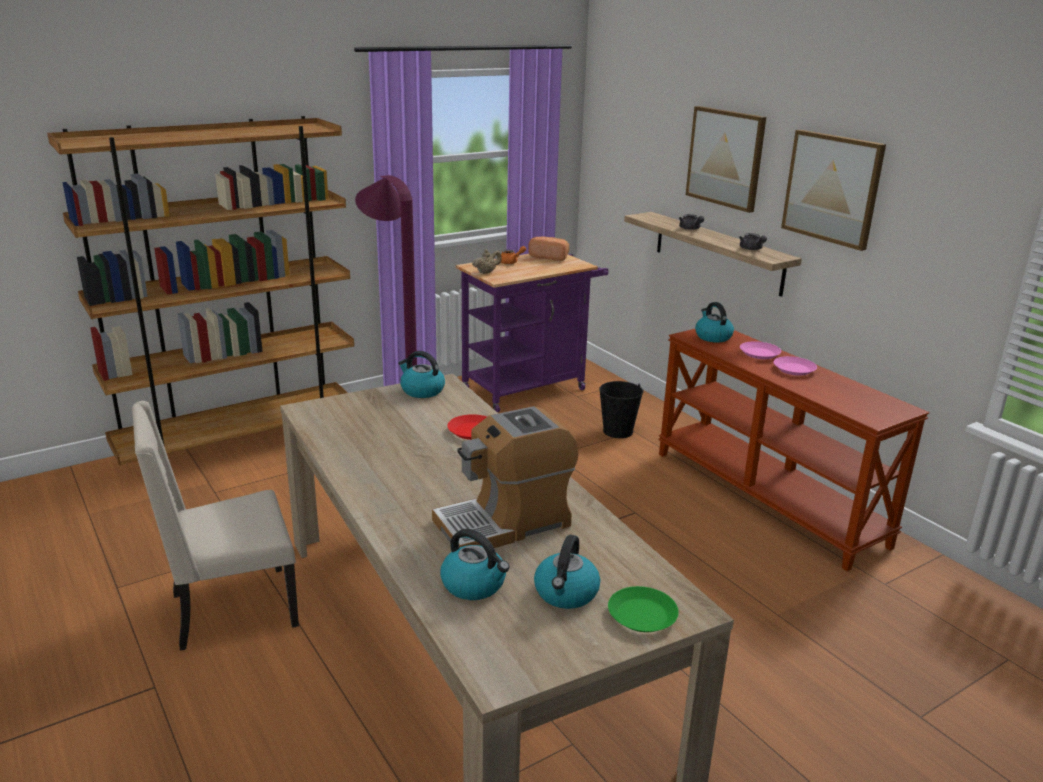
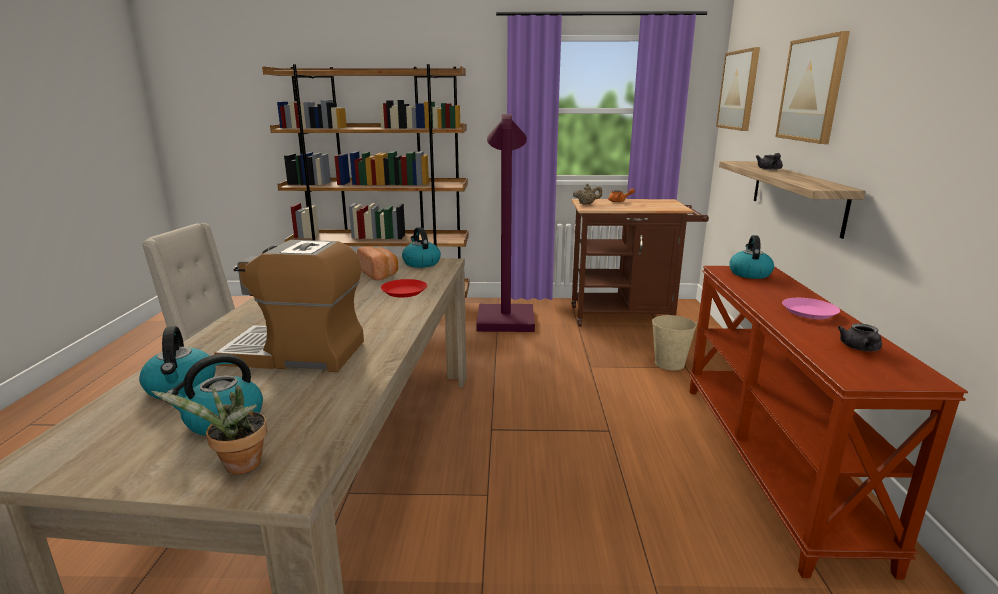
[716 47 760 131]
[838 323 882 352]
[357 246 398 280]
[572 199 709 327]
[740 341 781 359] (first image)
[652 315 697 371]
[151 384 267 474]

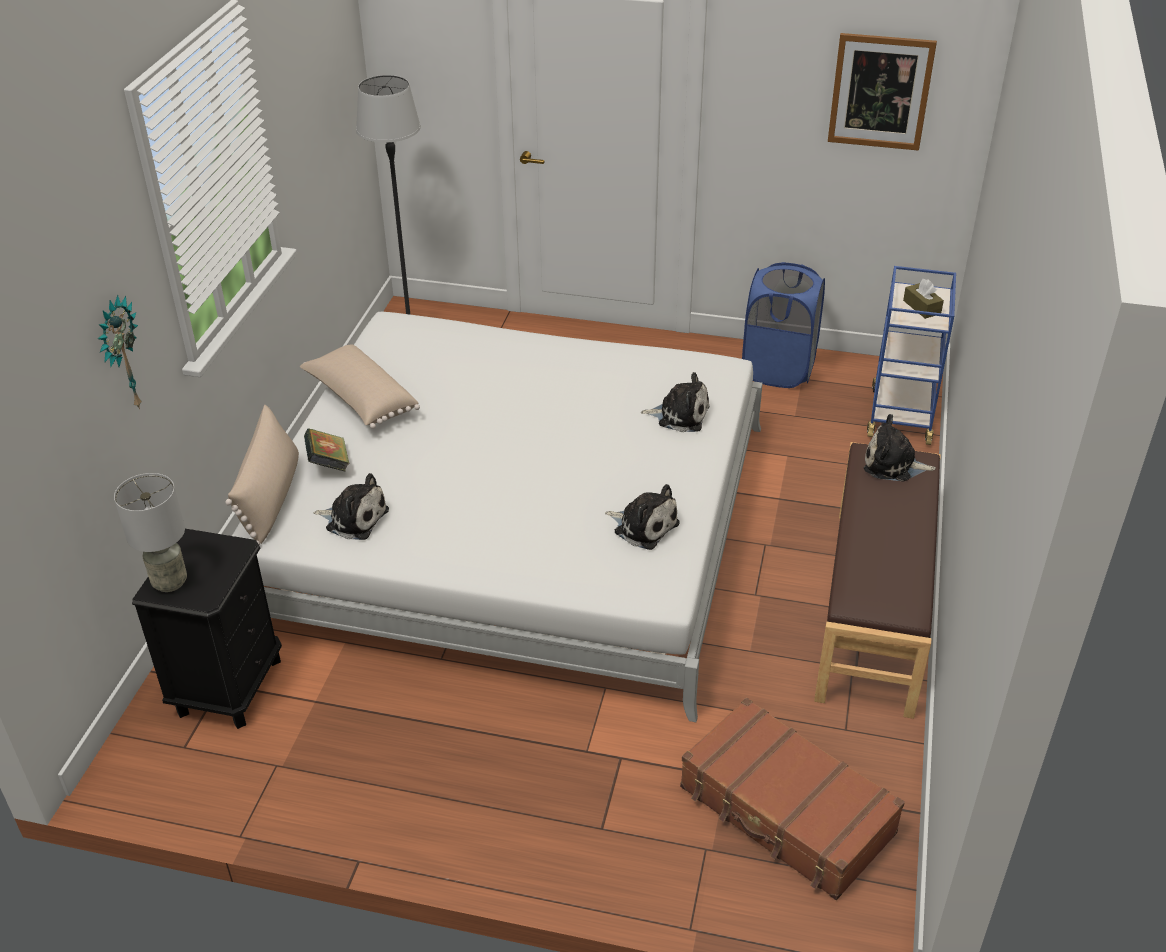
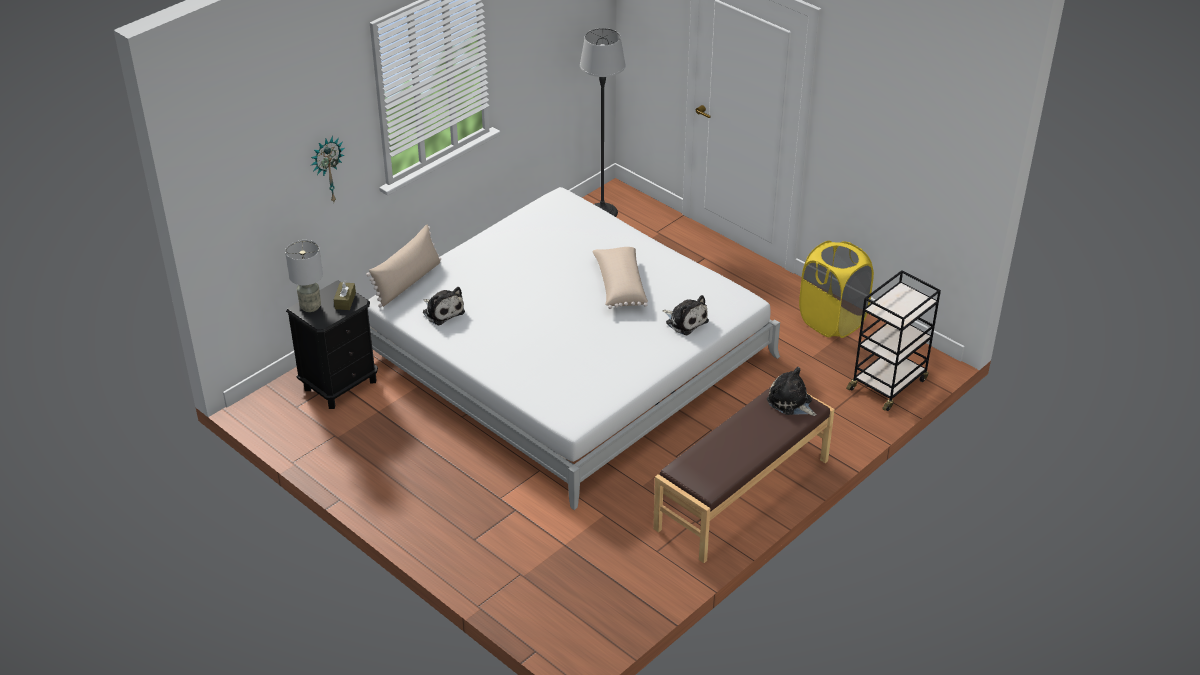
[828 33 937 151] (first image)
[799 241 874 338]
[846 270 941 411]
[334 280 356 310]
[592 247 648 309]
[304 428 350 472] (first image)
[605 484 680 550] (first image)
[680 698 905 900] (first image)

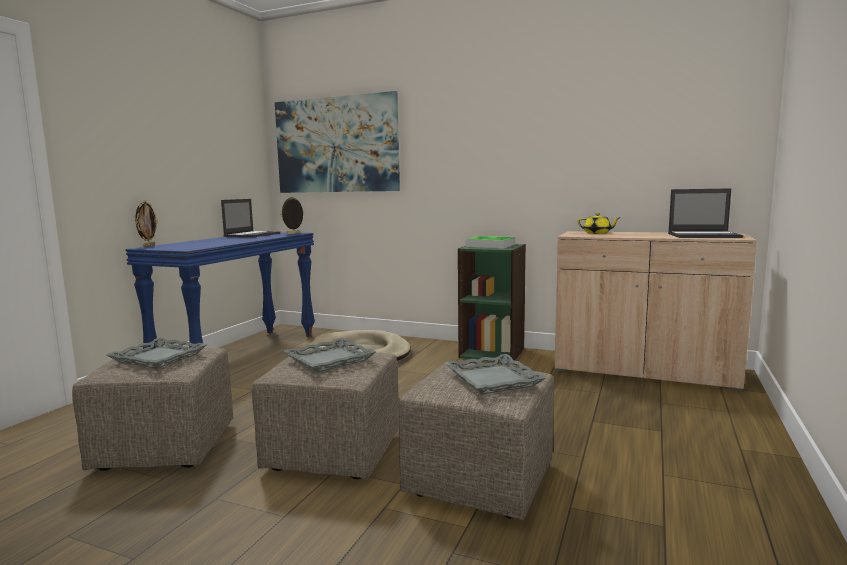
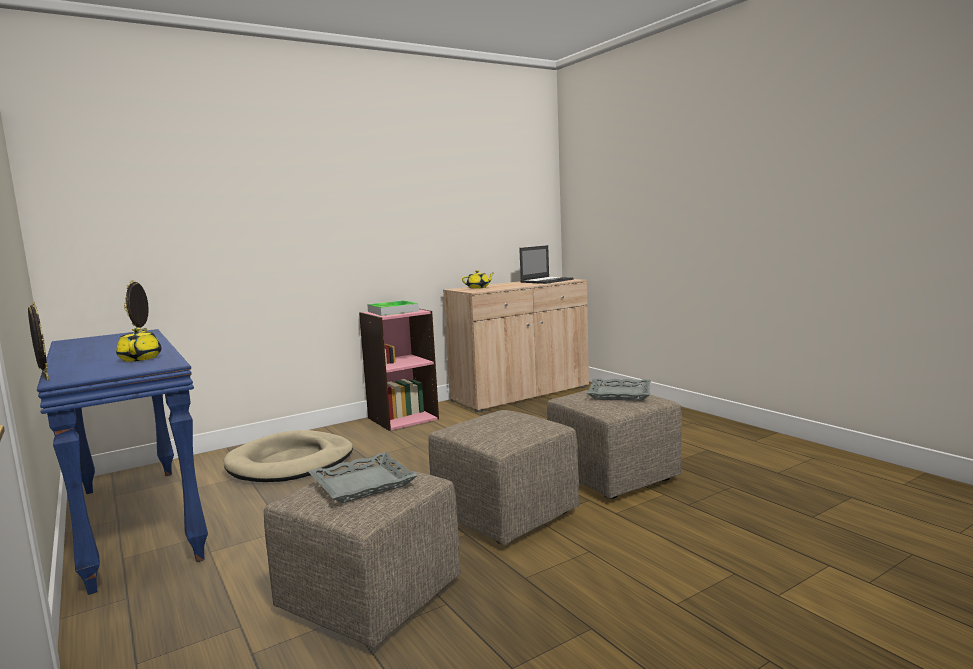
[275 91 400 193] (first image)
[221 199 280 237] (first image)
[359 309 439 431]
[283 338 376 373] (first image)
[116 328 162 361]

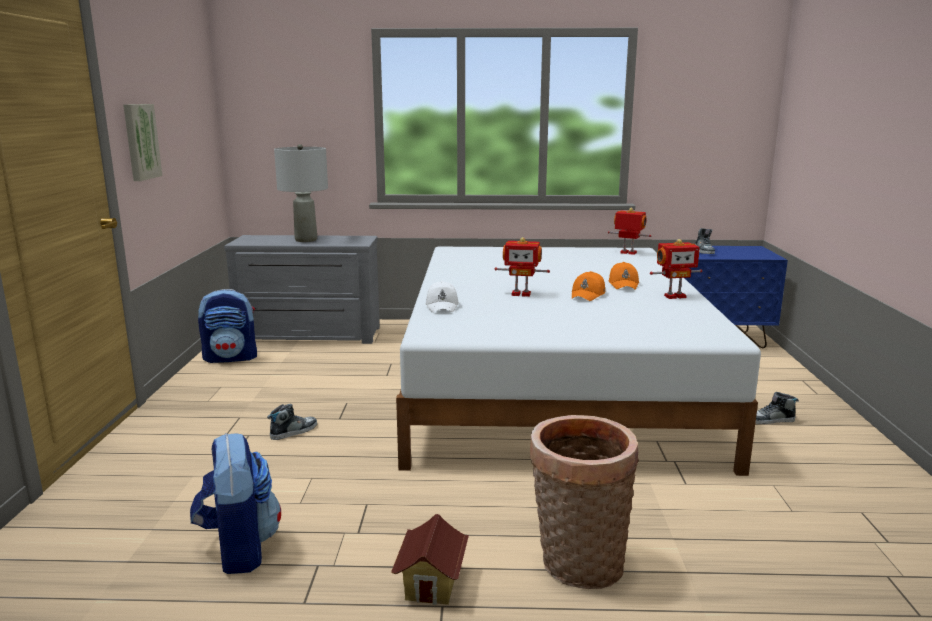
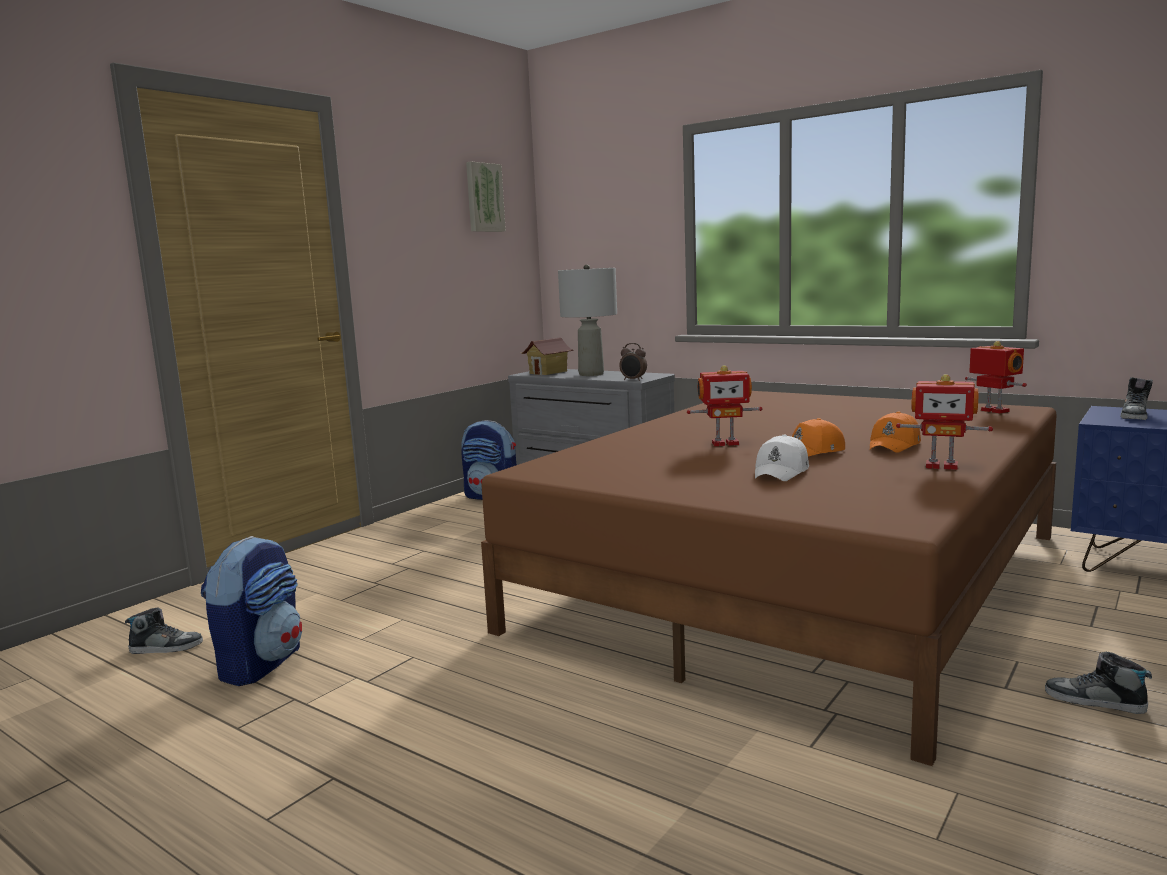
[466 162 506 232]
[687 365 763 446]
[481 391 1057 766]
[755 434 809 481]
[125 608 203 654]
[530 415 639 589] (first image)
[521 337 573 375]
[619 343 647 381]

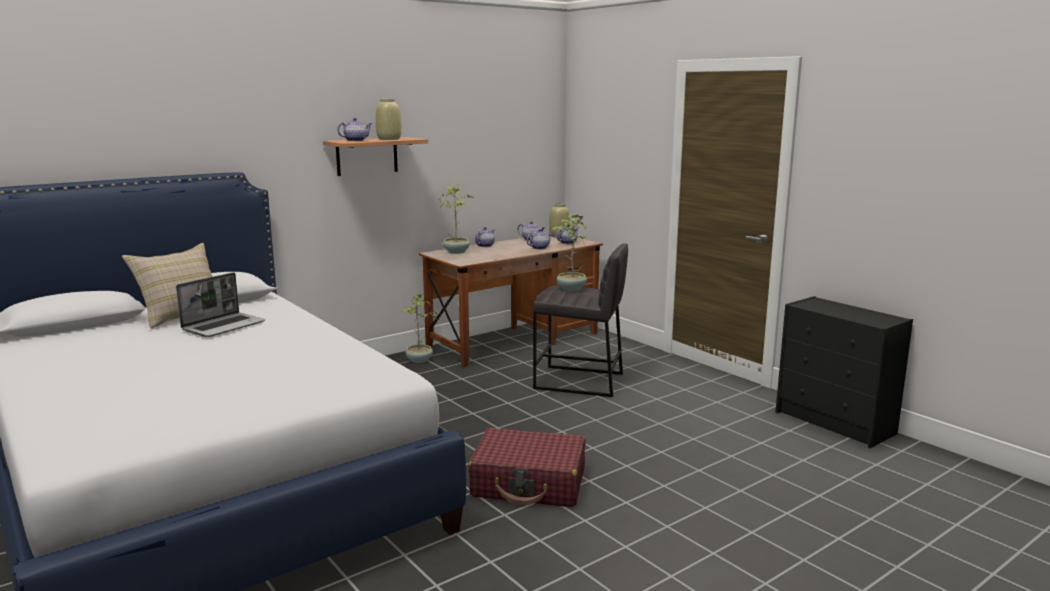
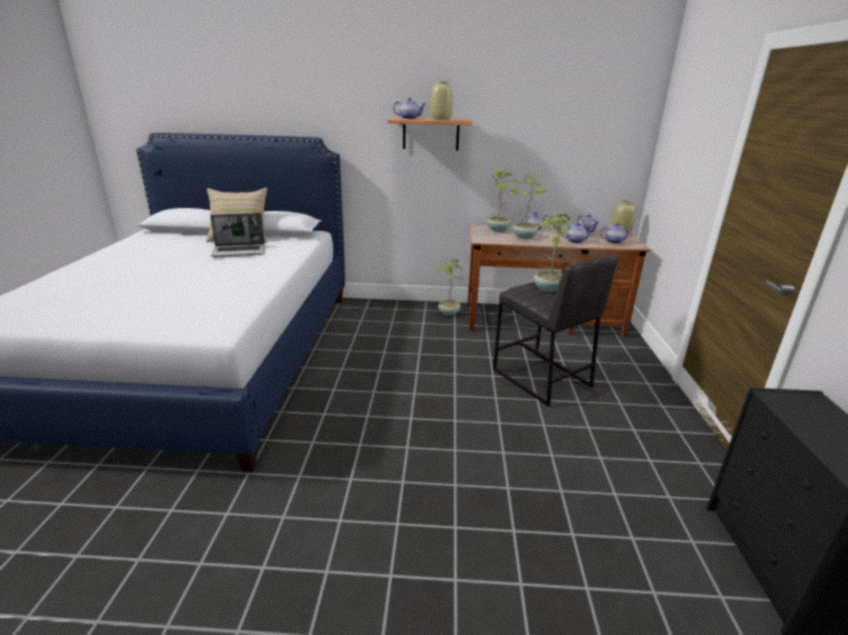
[468 428 585 507] (first image)
[507 174 546 239]

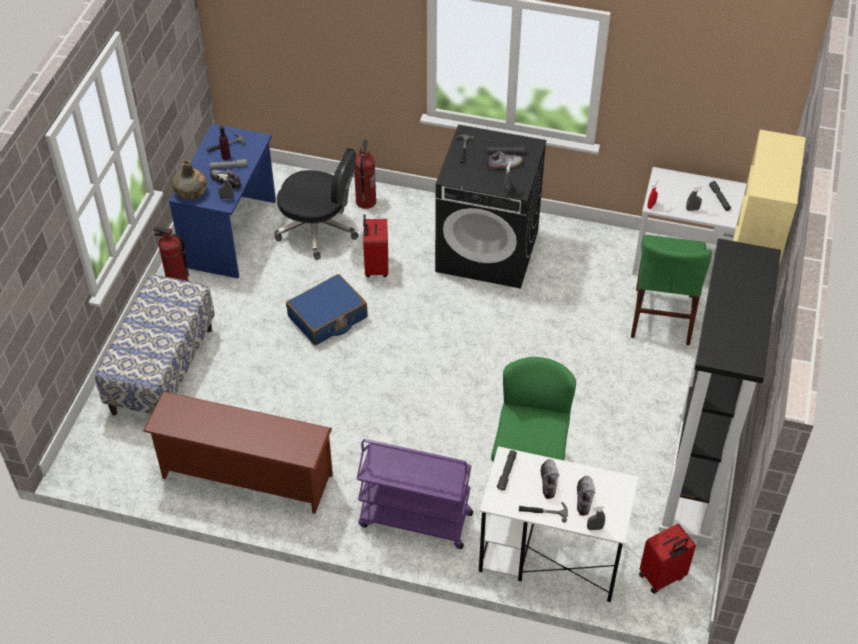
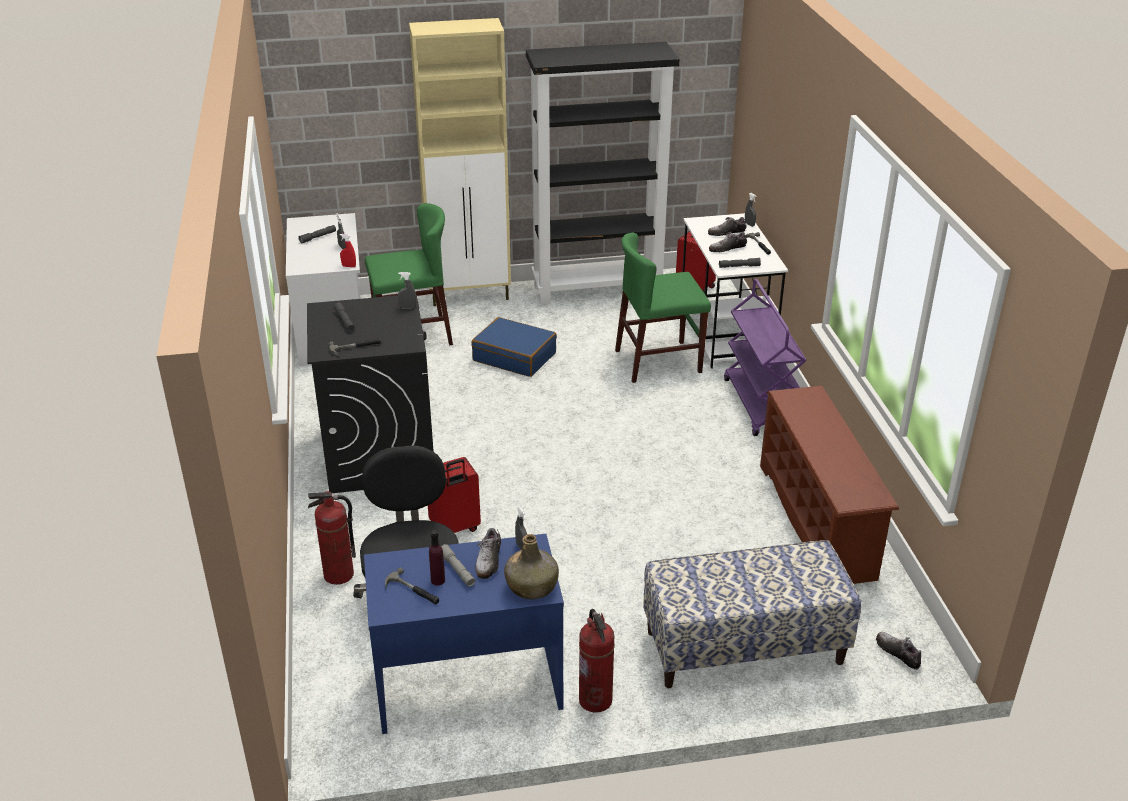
[876 632 921 670]
[471 317 557 377]

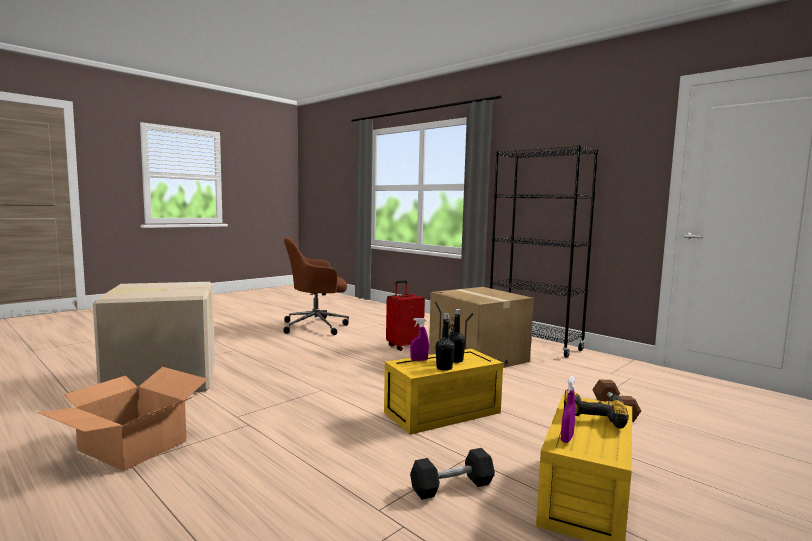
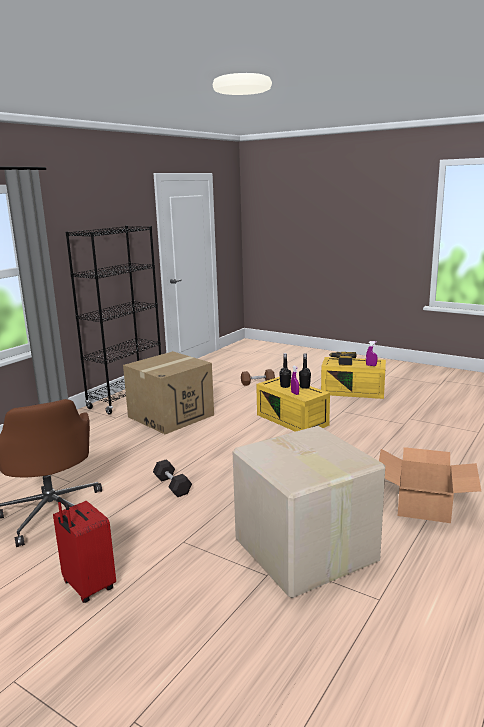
[53 497 116 603]
[153 459 192 497]

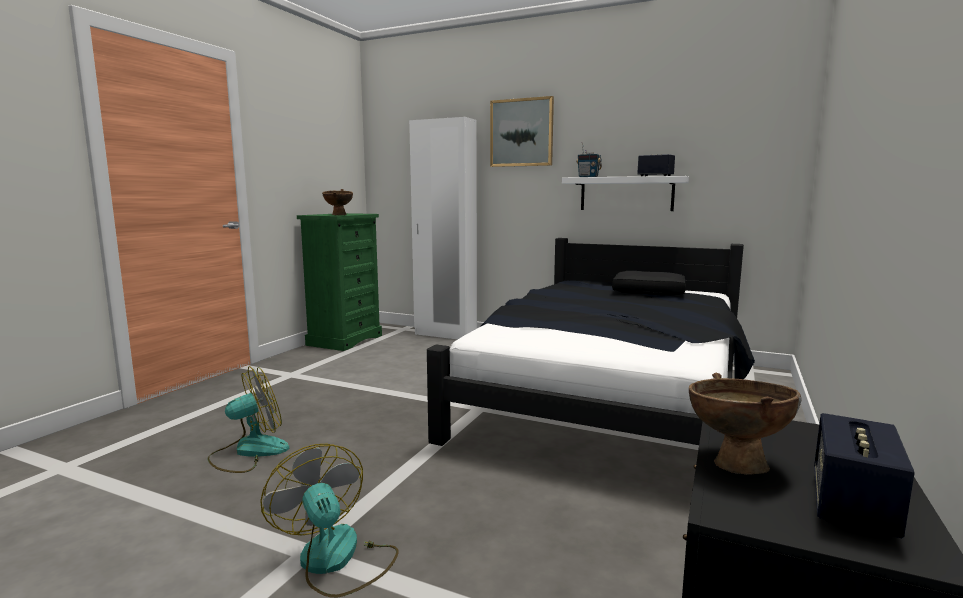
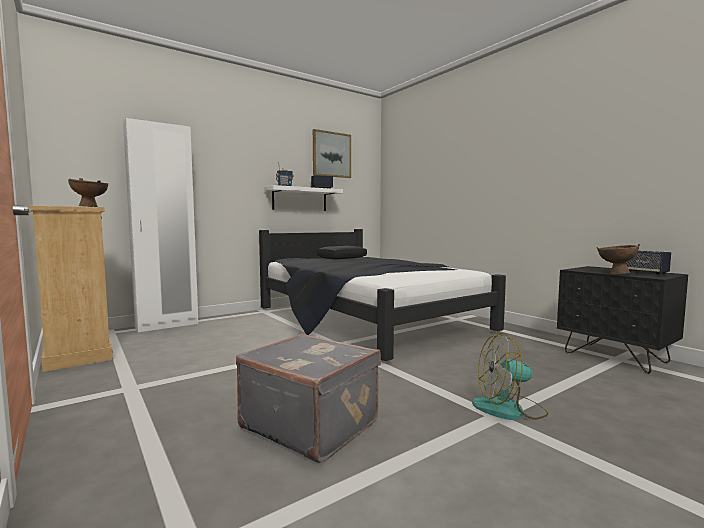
[313 129 351 178]
[29 206 113 372]
[236 334 381 463]

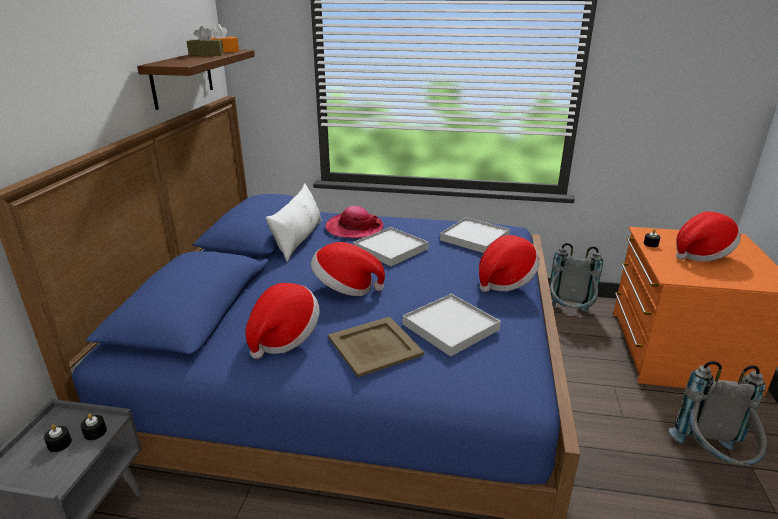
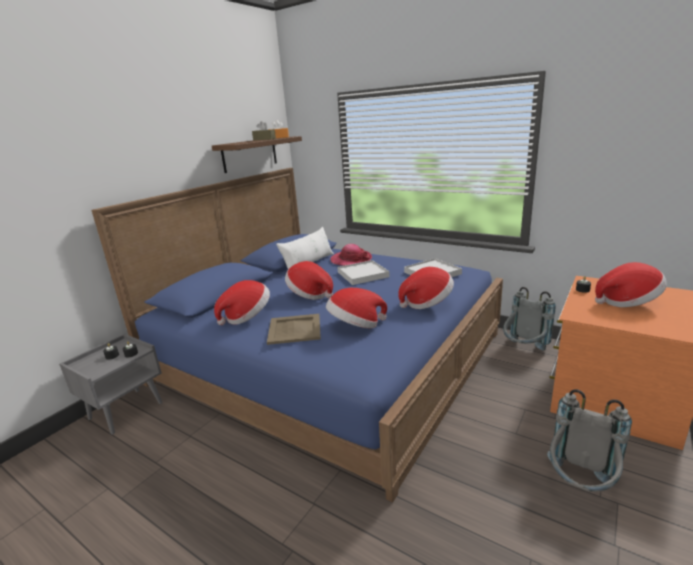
[326 288 387 328]

